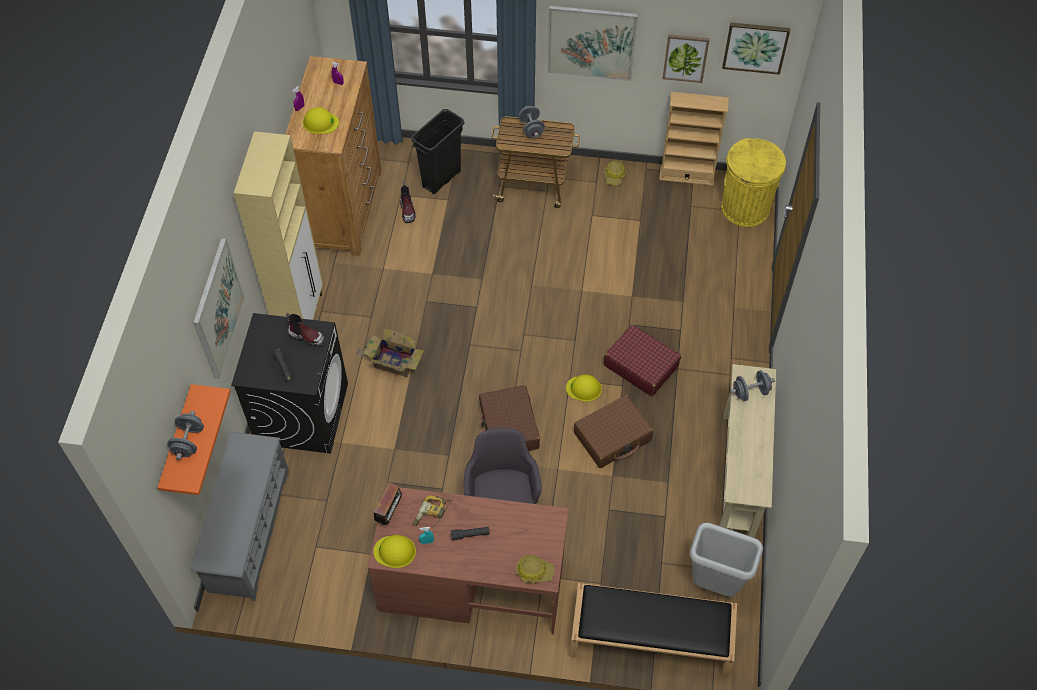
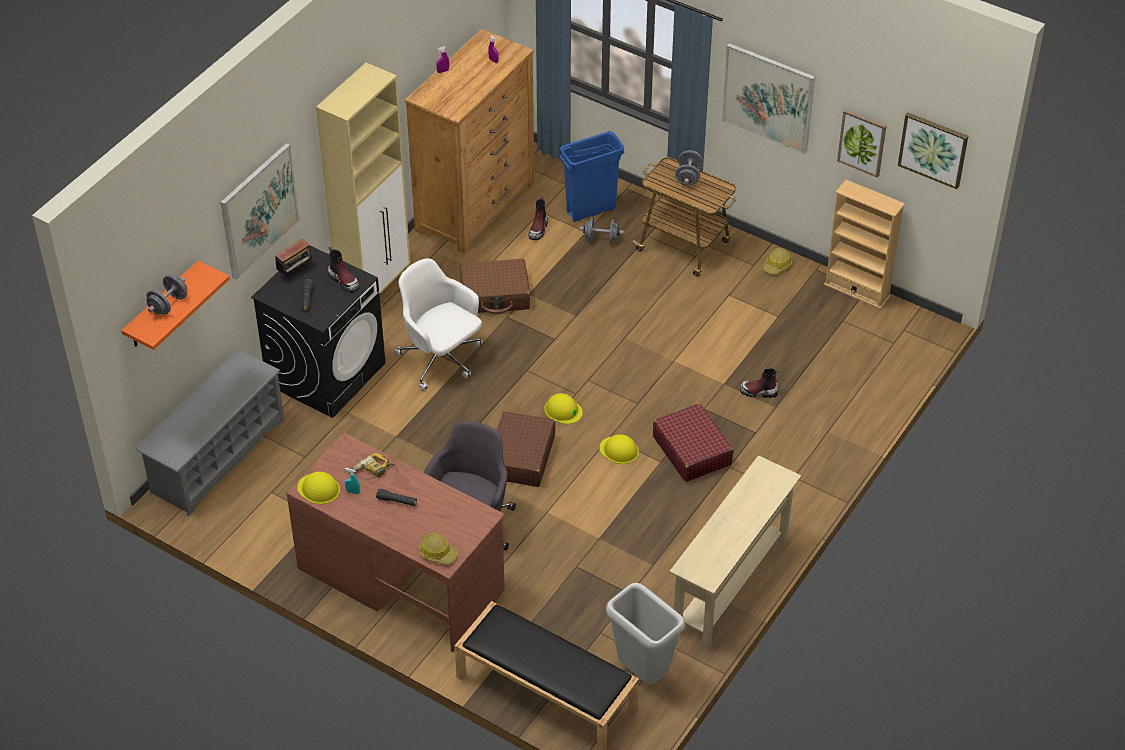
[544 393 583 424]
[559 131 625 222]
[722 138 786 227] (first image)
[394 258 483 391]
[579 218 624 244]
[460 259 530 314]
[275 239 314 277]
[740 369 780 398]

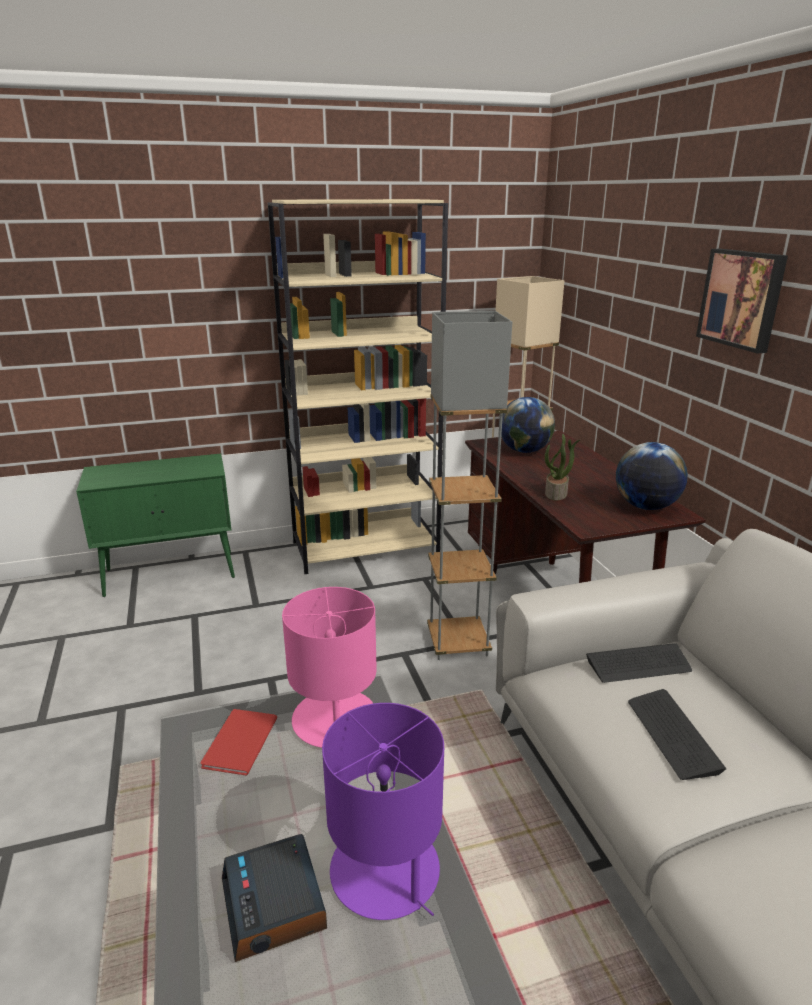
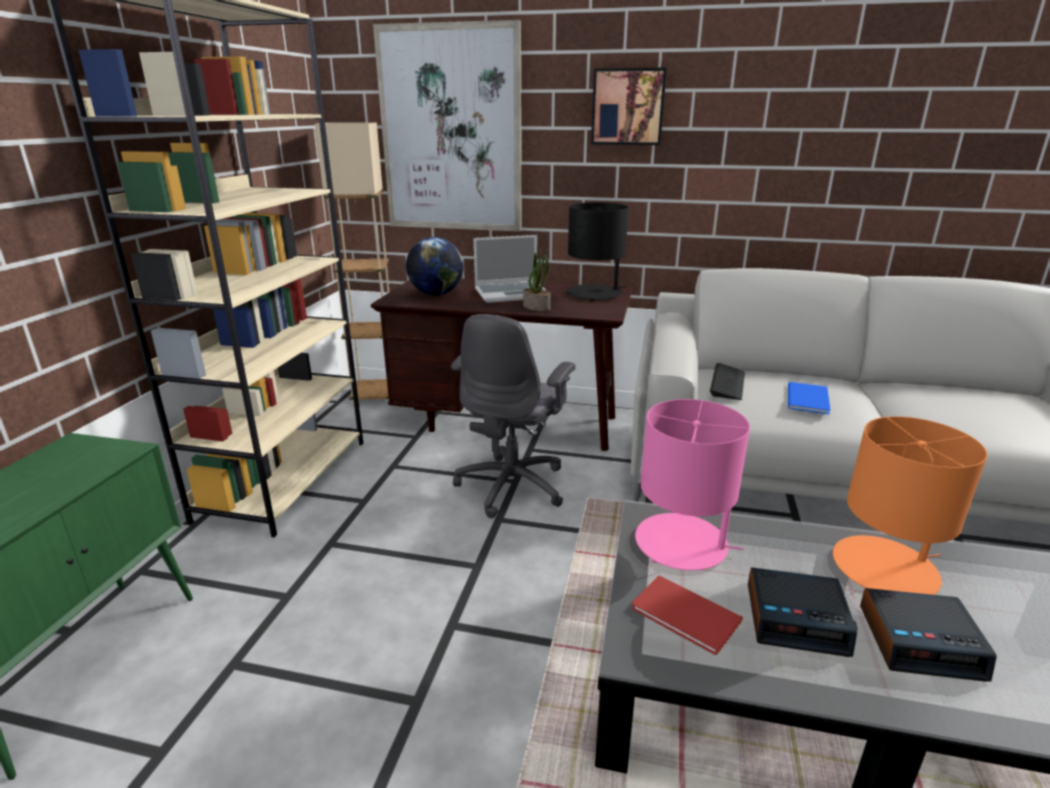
[451 314 575 518]
[566 202 629 301]
[788 382 831 414]
[833 416 987 595]
[373 20 521 232]
[473 235 547 303]
[748 567 857 657]

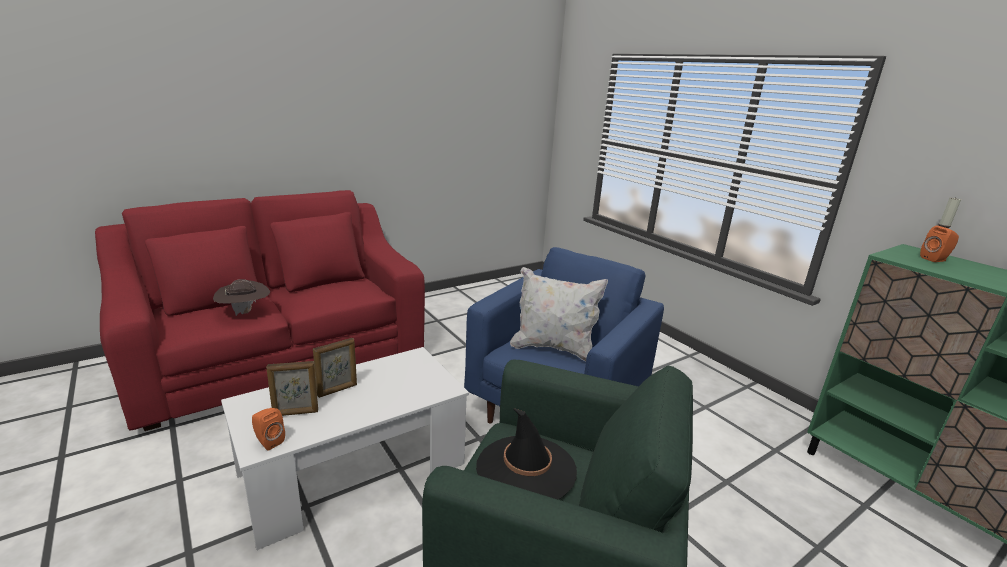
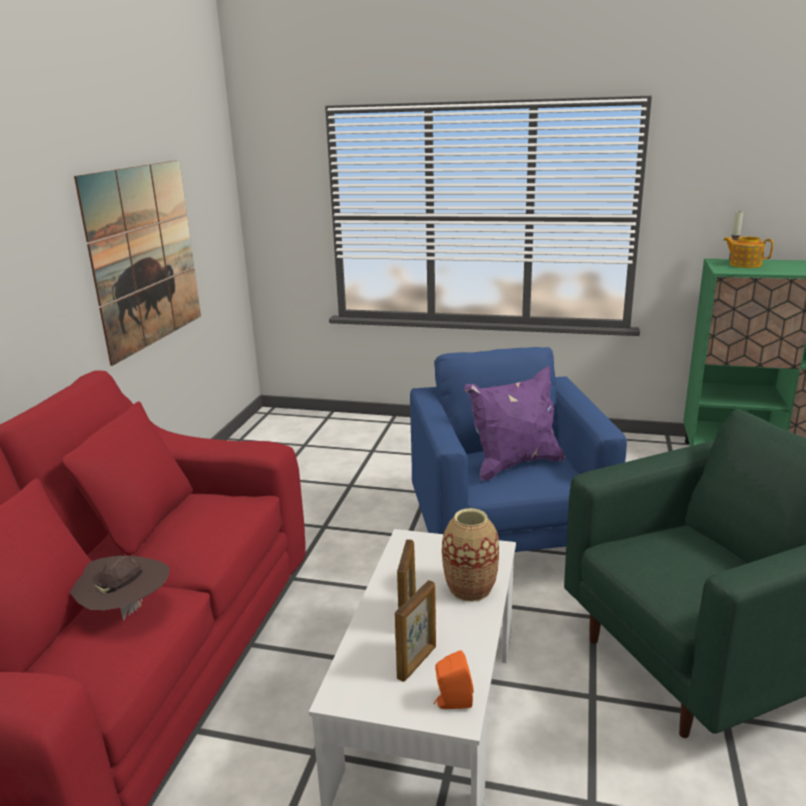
[723 236 774 268]
[464 366 565 481]
[476 408 577 499] (first image)
[74 160 201 366]
[442 508 499 602]

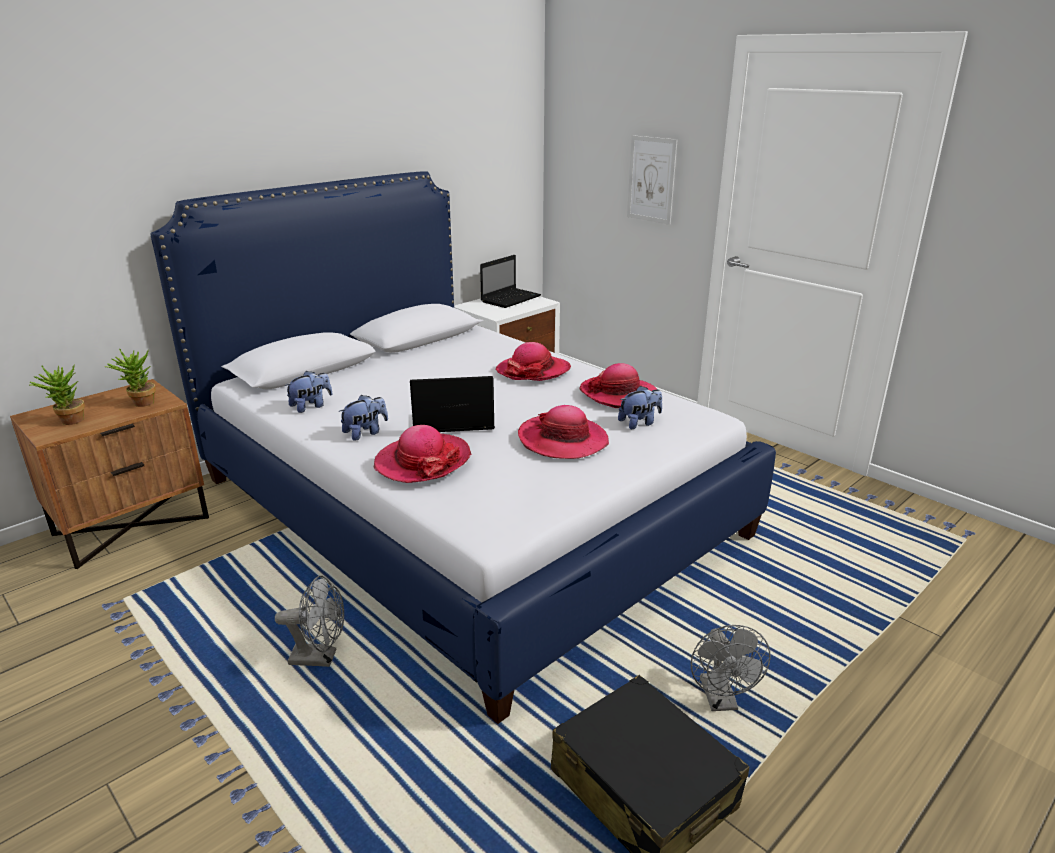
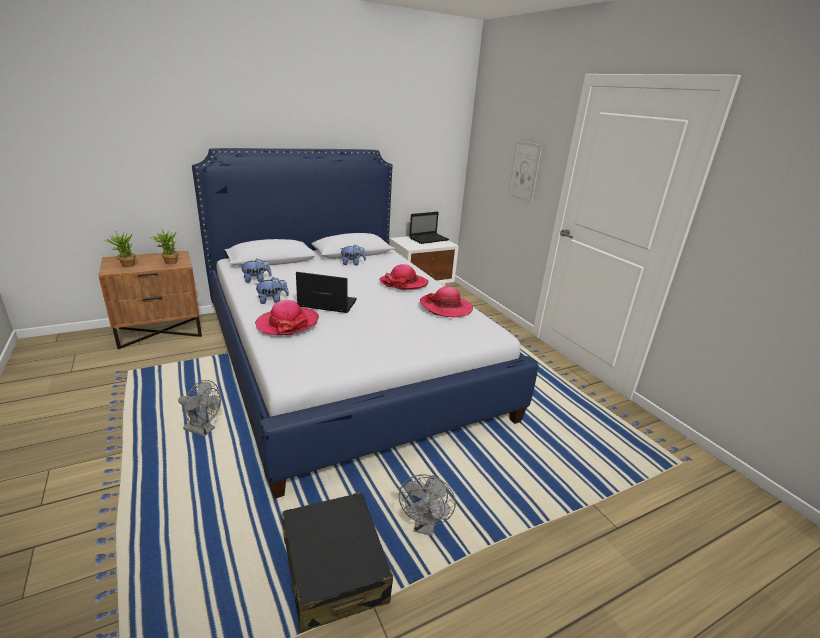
[340 245 366 265]
[518 405 609 459] (first image)

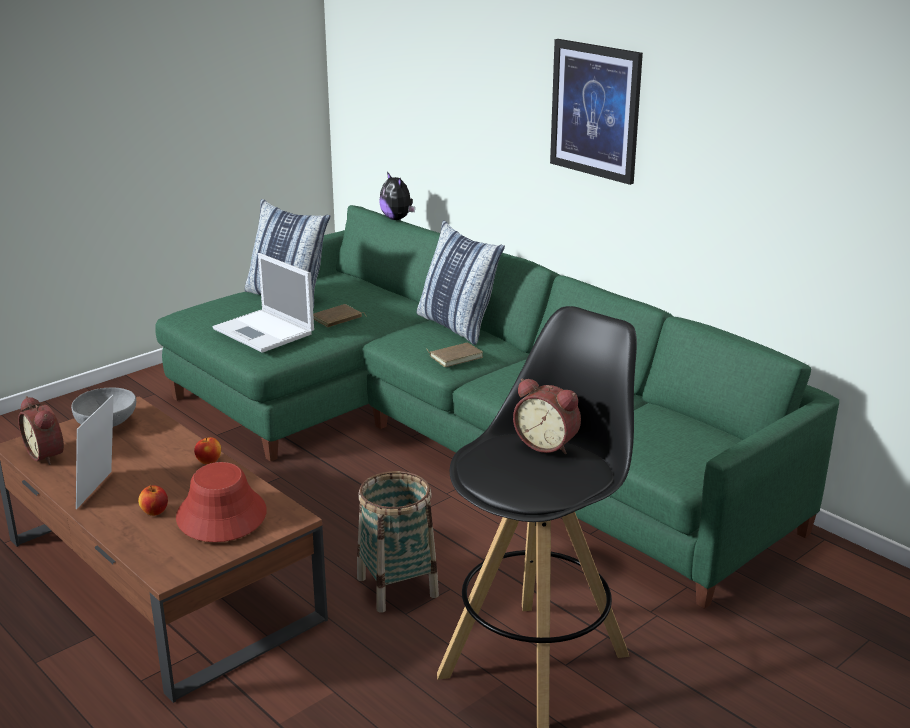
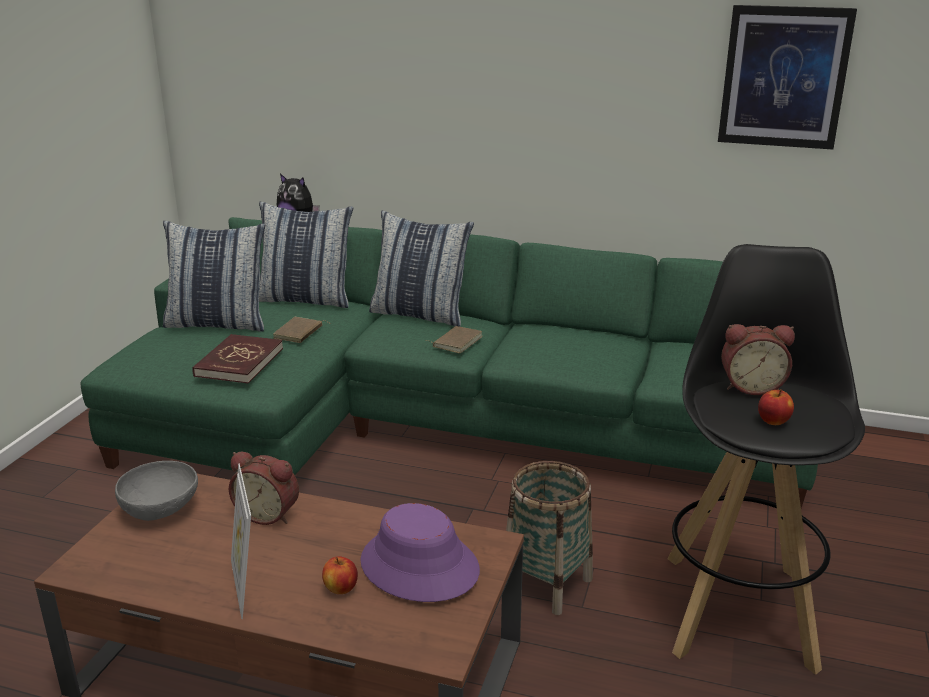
[718 5 857 149]
[192 334 283 384]
[229 452 299 525]
[758 389 794 425]
[360 503 480 602]
[259 202 353 308]

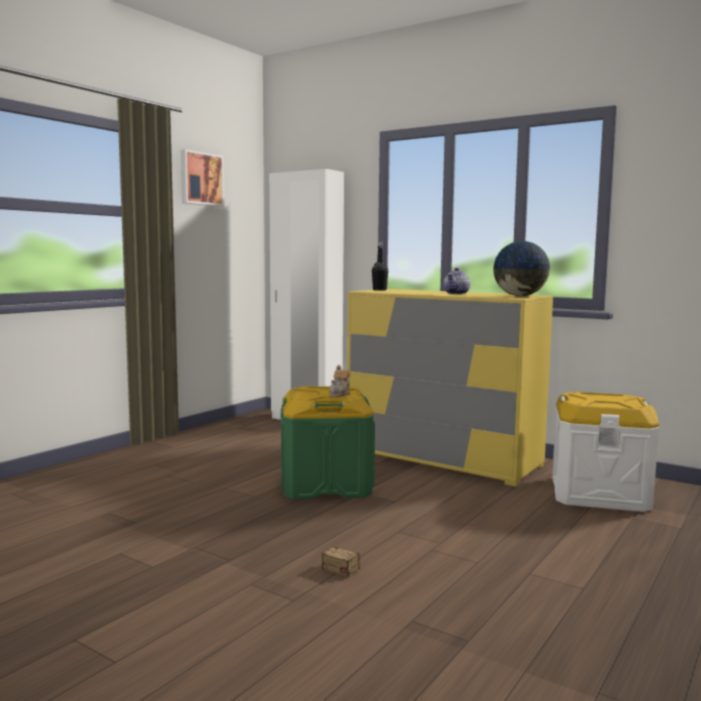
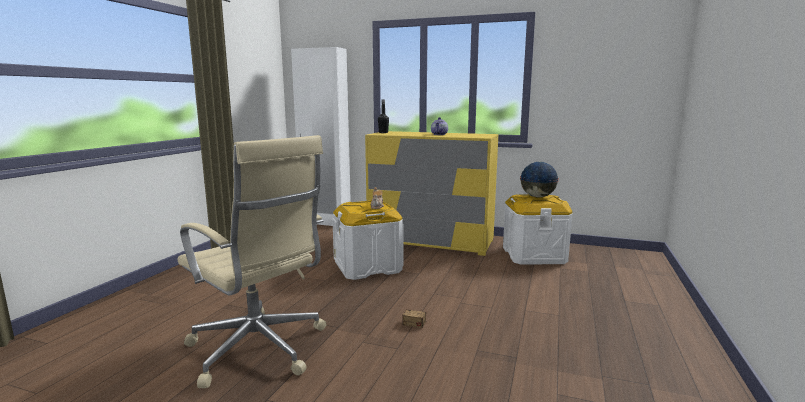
[181 149 224 206] (first image)
[520 162 559 198]
[332 200 404 280]
[178 135 326 388]

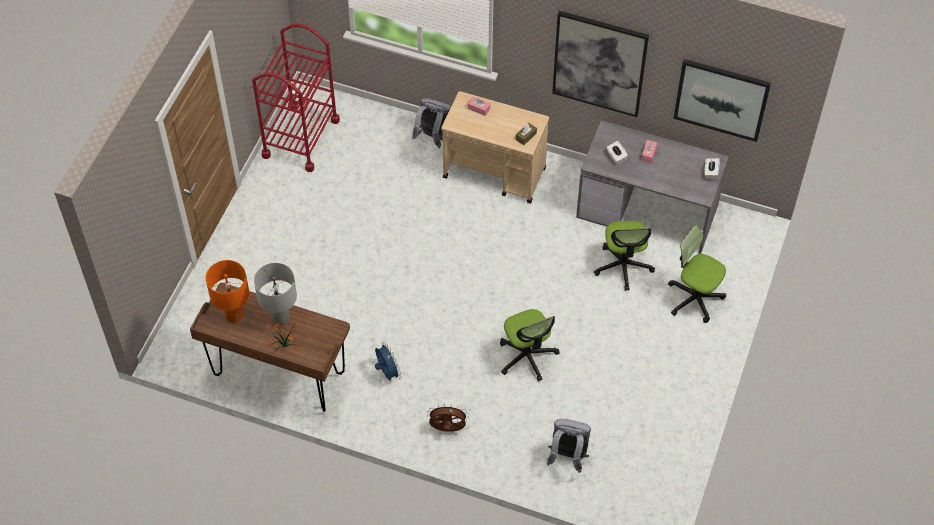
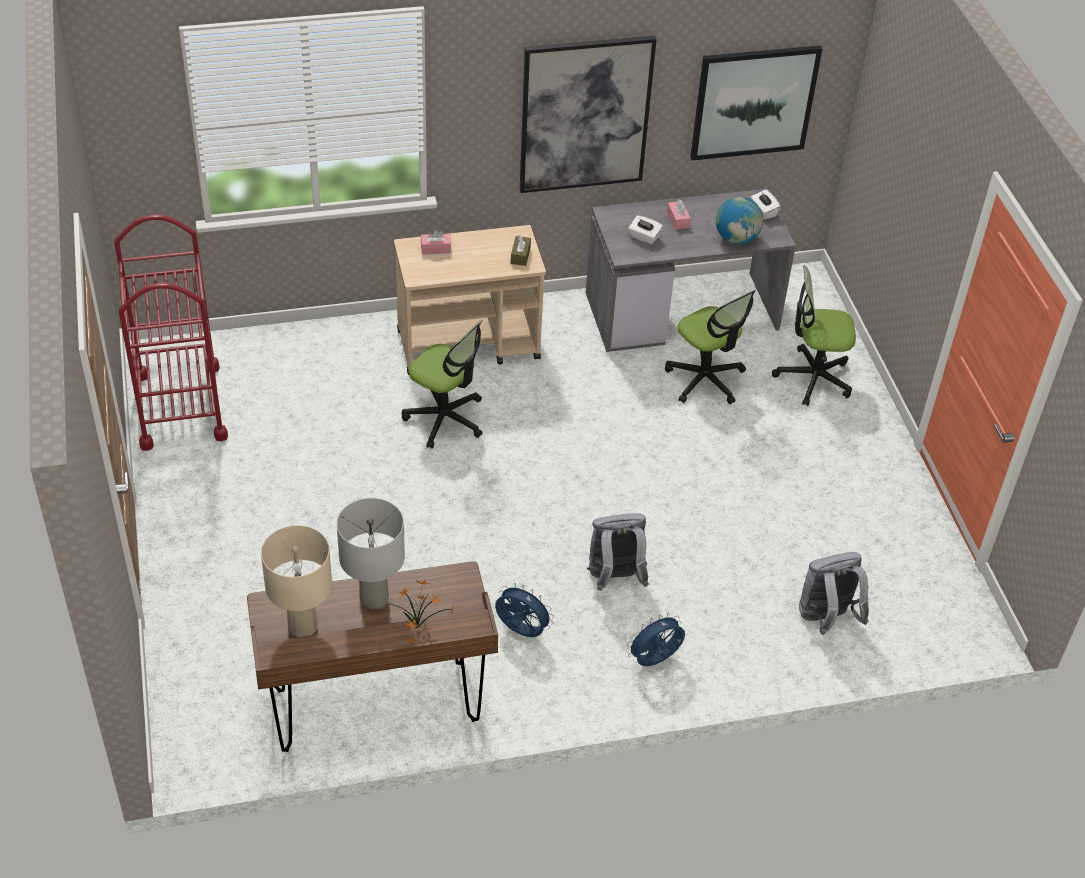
[587 513 649 591]
[261 525 332 637]
[402 320 483 449]
[626 613 685 666]
[716 197 763 244]

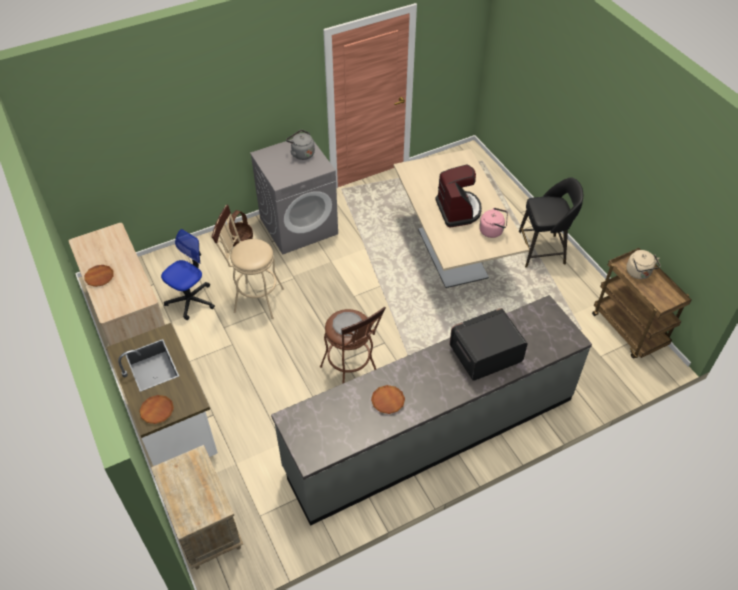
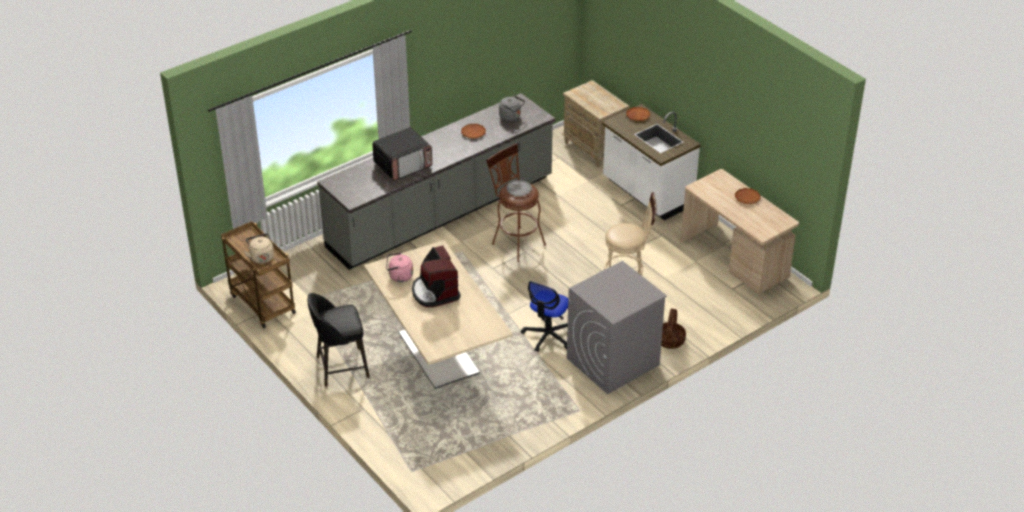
[499 96 525 121]
[521 281 568 352]

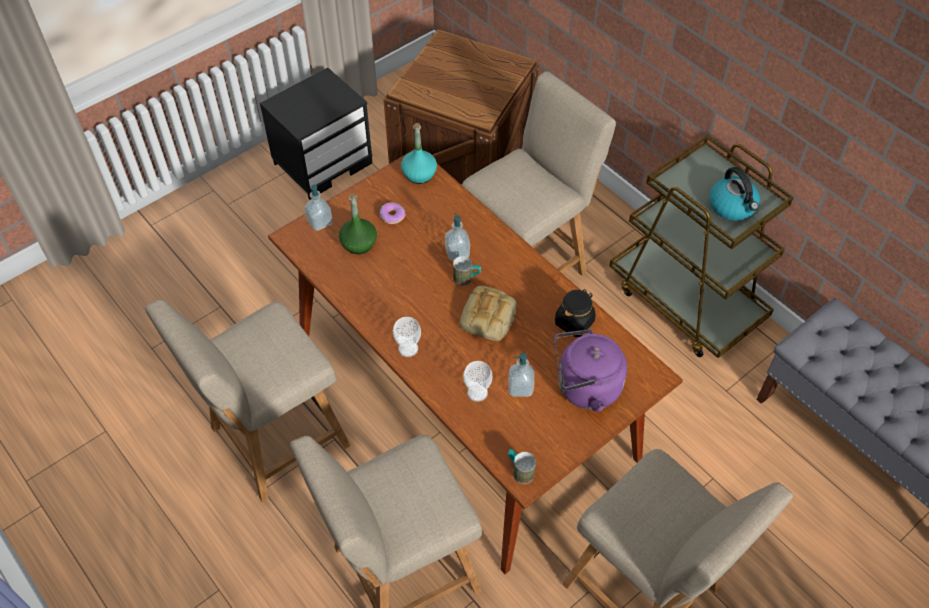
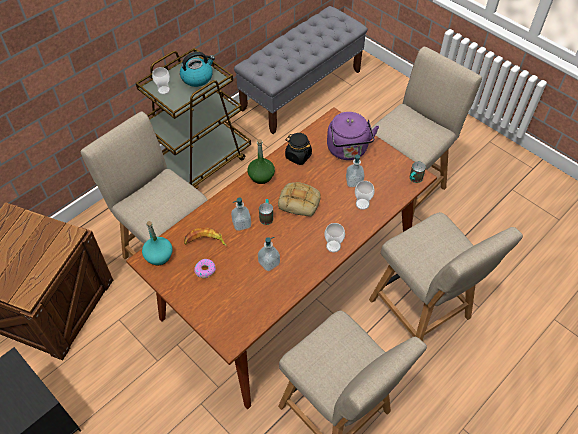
[258 237 280 271]
[247 139 275 184]
[152 67 170 95]
[184 228 227 246]

